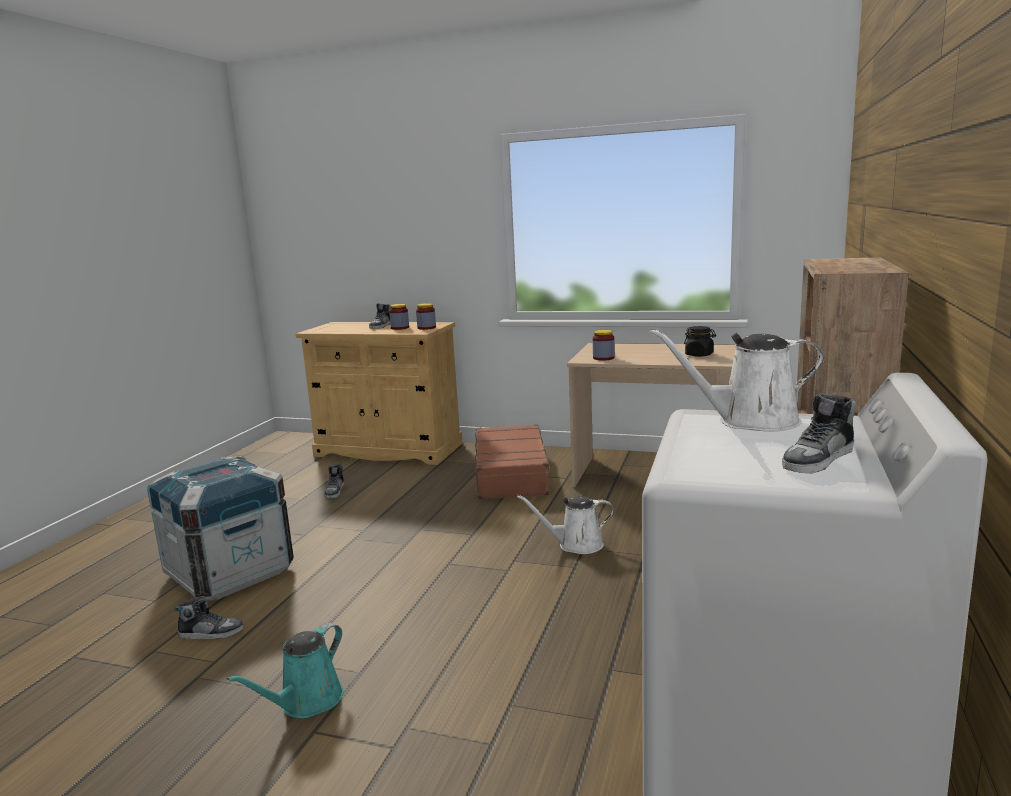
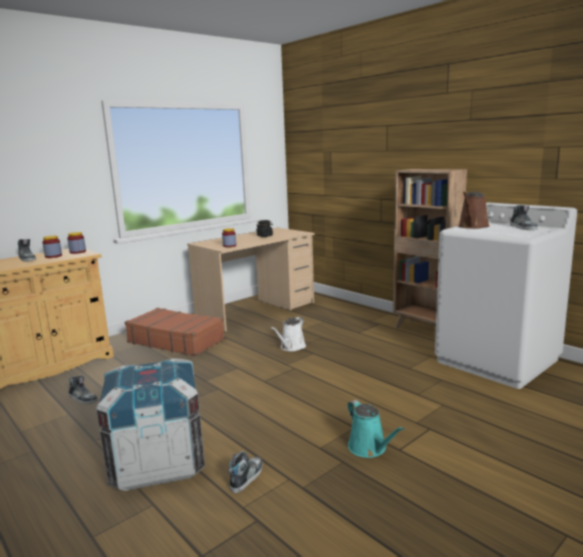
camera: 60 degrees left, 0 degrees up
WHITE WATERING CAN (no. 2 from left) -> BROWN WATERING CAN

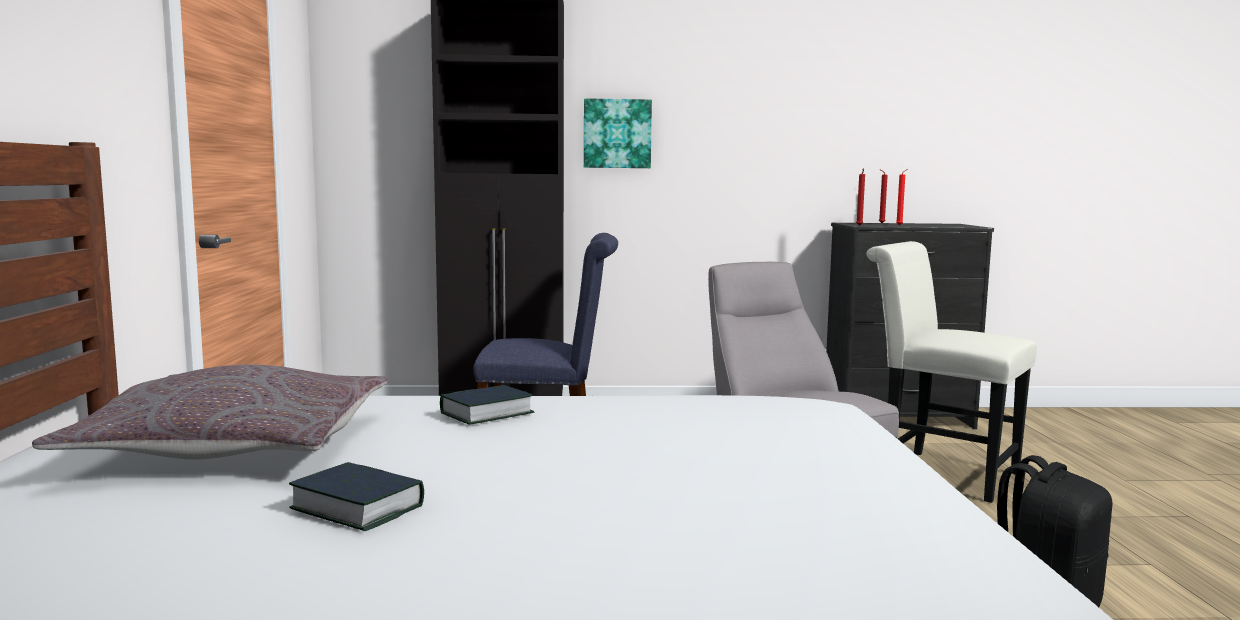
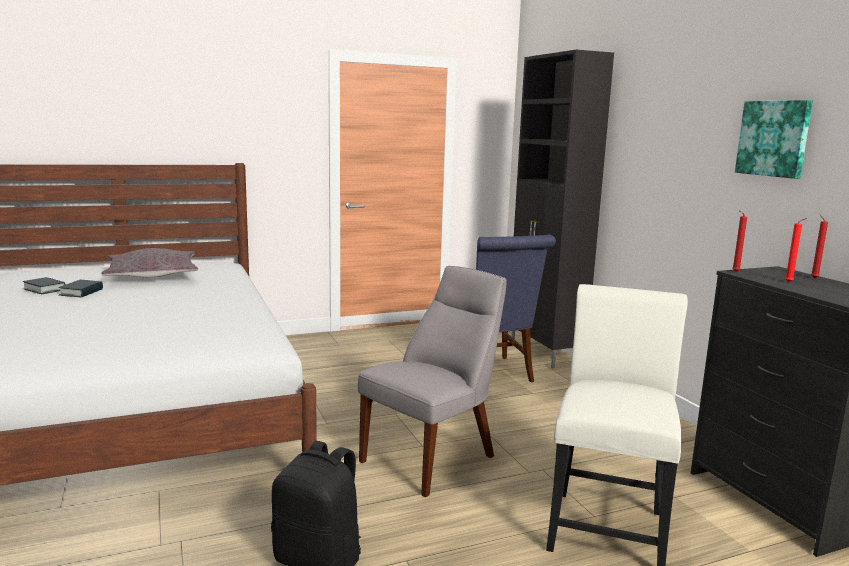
camera: 70 degrees right, 5 degrees up
BOOK (no. 2 from left in the first image) -> BOOK (no. 1 from left), shifted
PICTURE, shifted

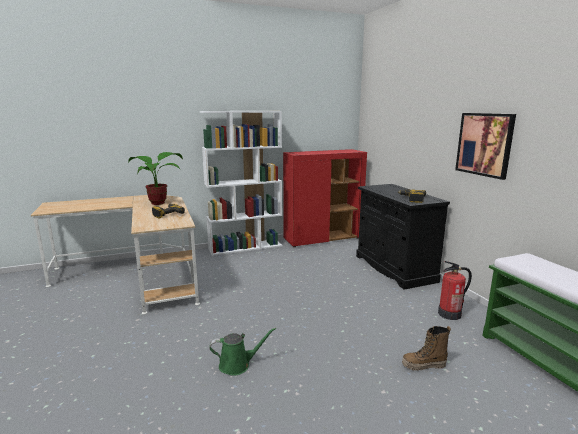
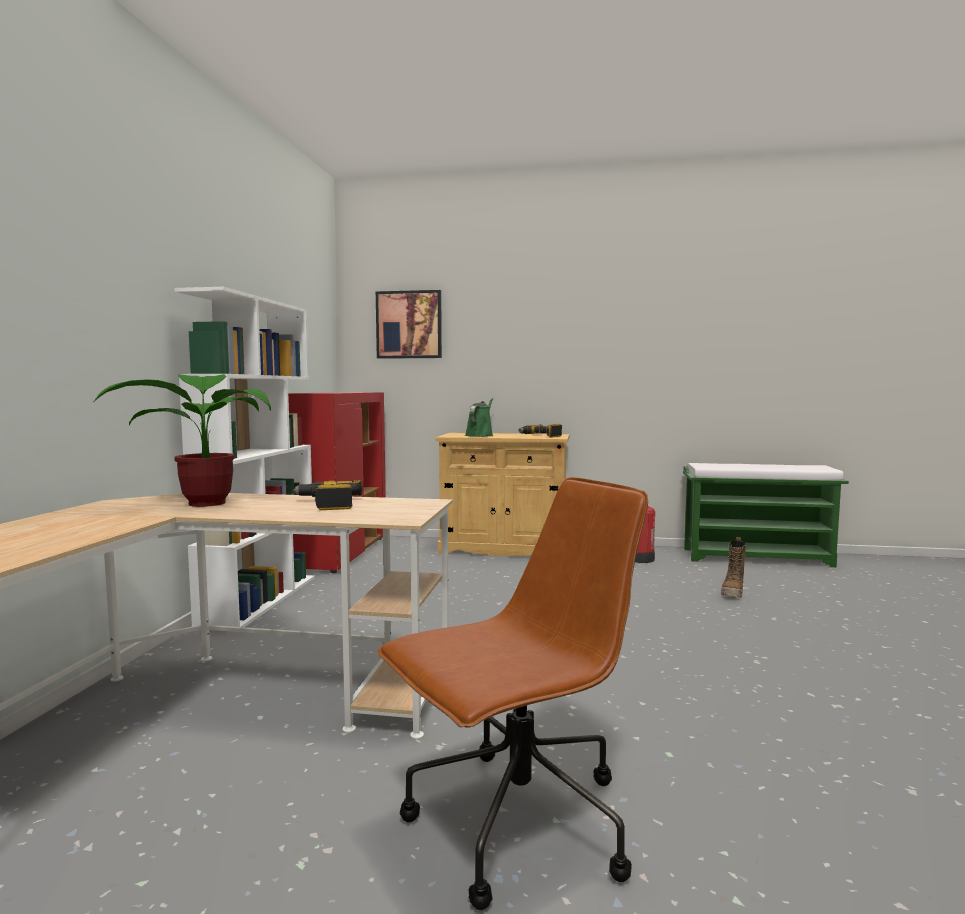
camera: 60 degrees left, 10 degrees down
none -> BROWN OFFICE CHAIR
GREEN WATERING CAN, shifted
PICTURE, shifted
BLACK CABINET -> BEIGE CABINET

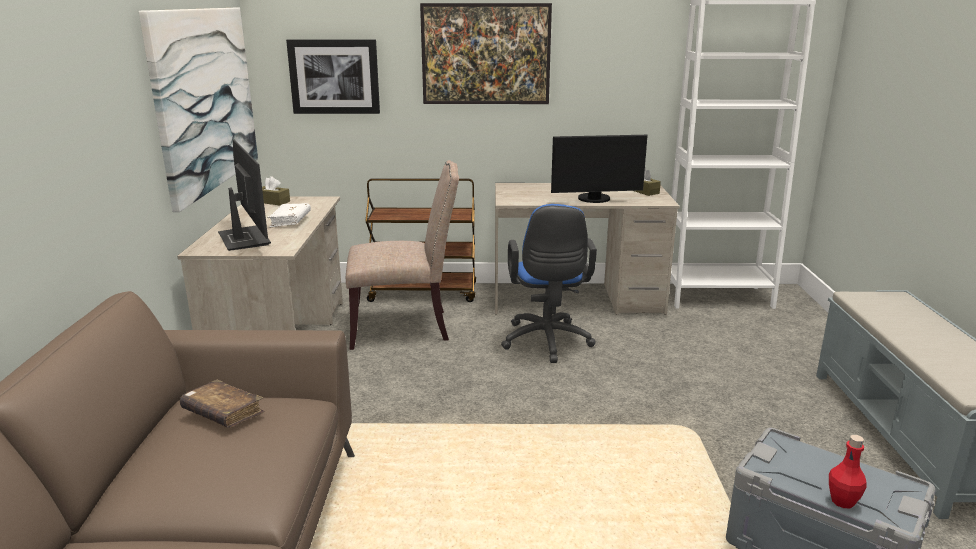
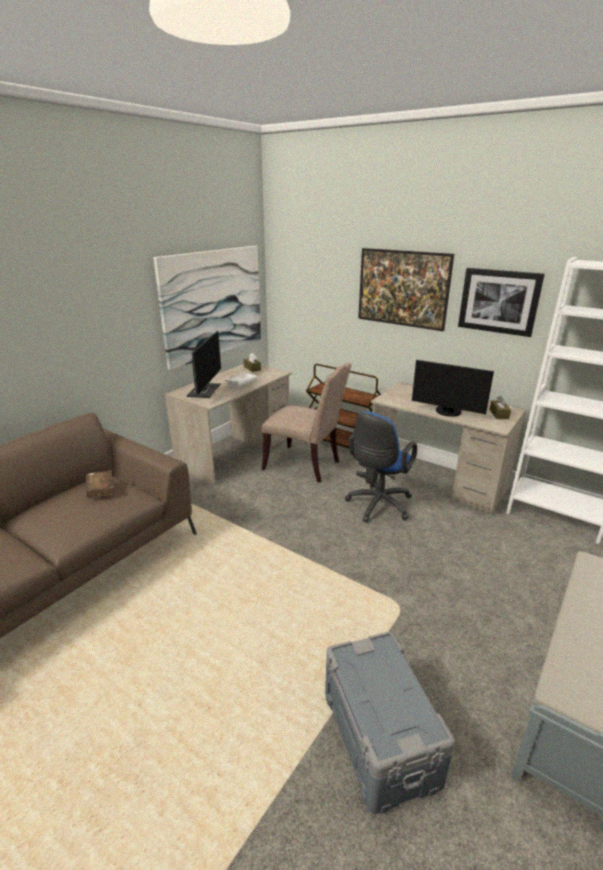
camera: 35 degrees right, 5 degrees up
RED BOTTLE -> none
PICTURE (no. 2 from left in the first image) -> PICTURE (no. 3 from left), shifted

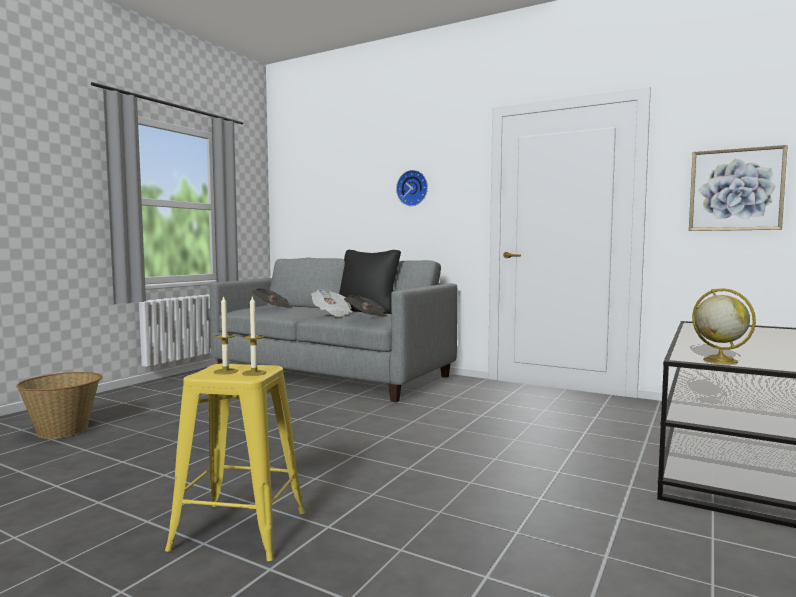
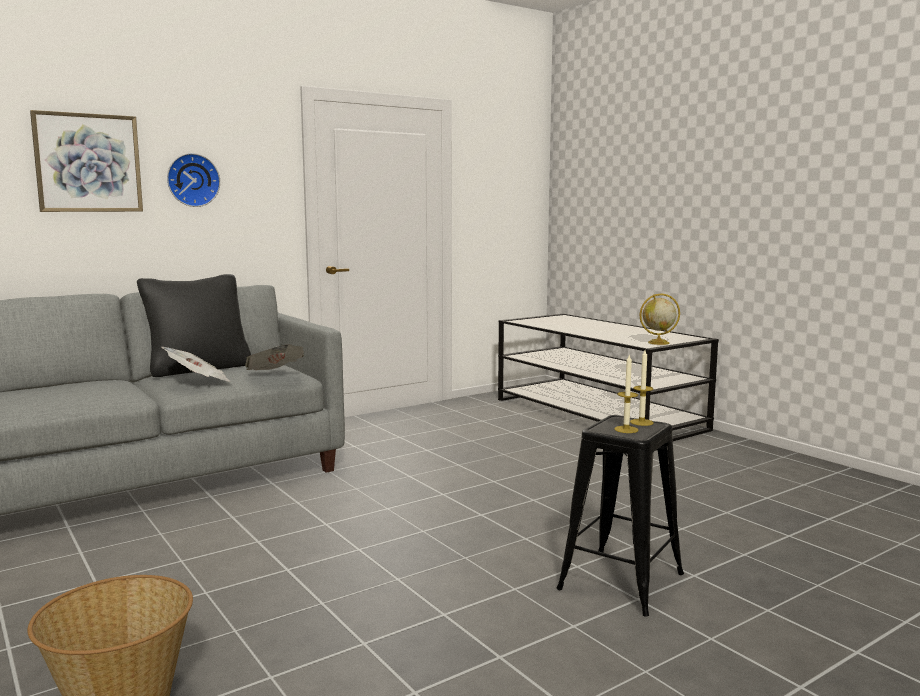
camera: 65 degrees left, 5 degrees up
NEWSPAPER (no. 1 from left) -> none
PICTURE, shifted
YELLOW STOOL -> BLACK STOOL

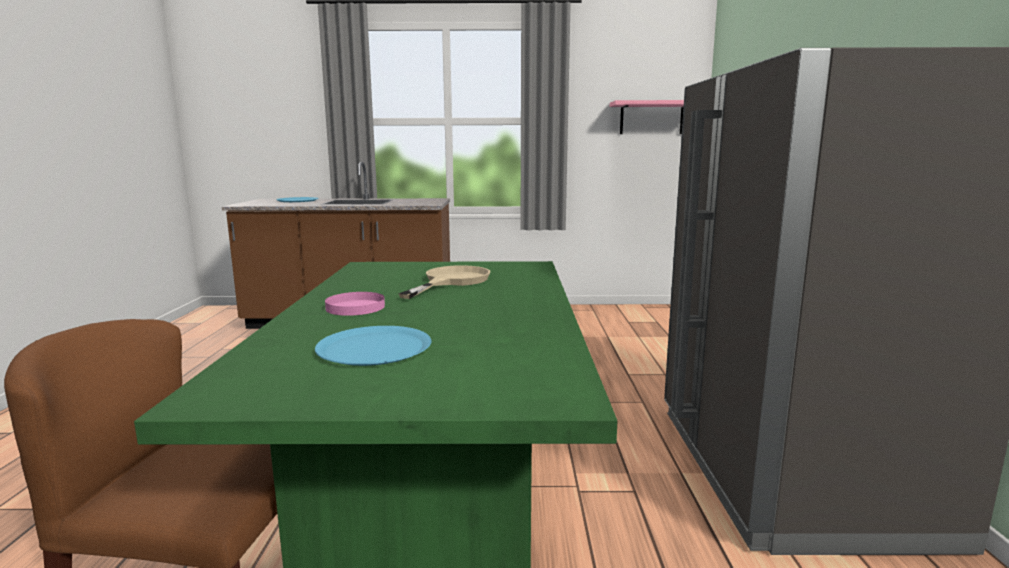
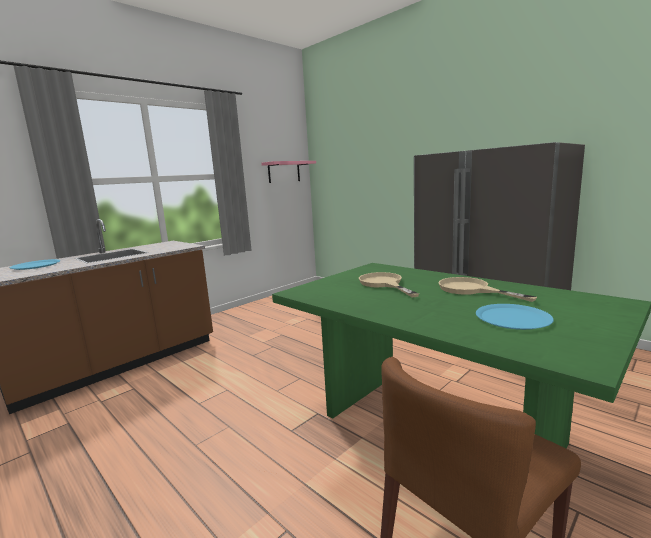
camera: 45 degrees left, 0 degrees up
PINK PLATE -> none
none -> BEIGE FRYING PAN (no. 2 from left)

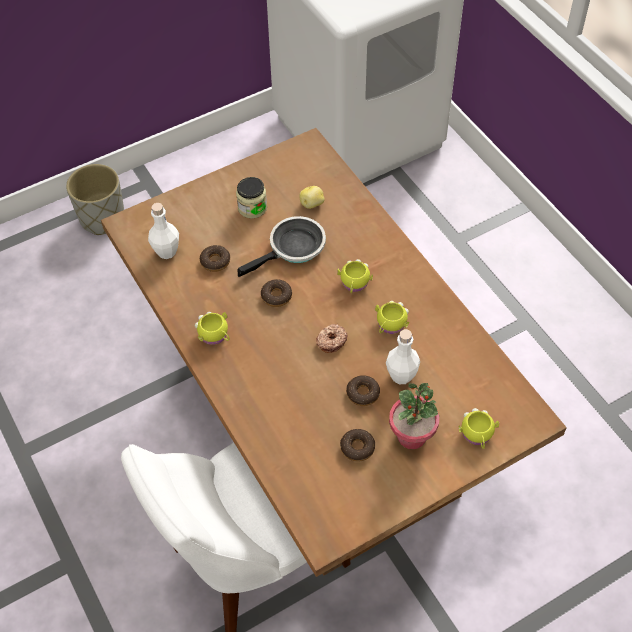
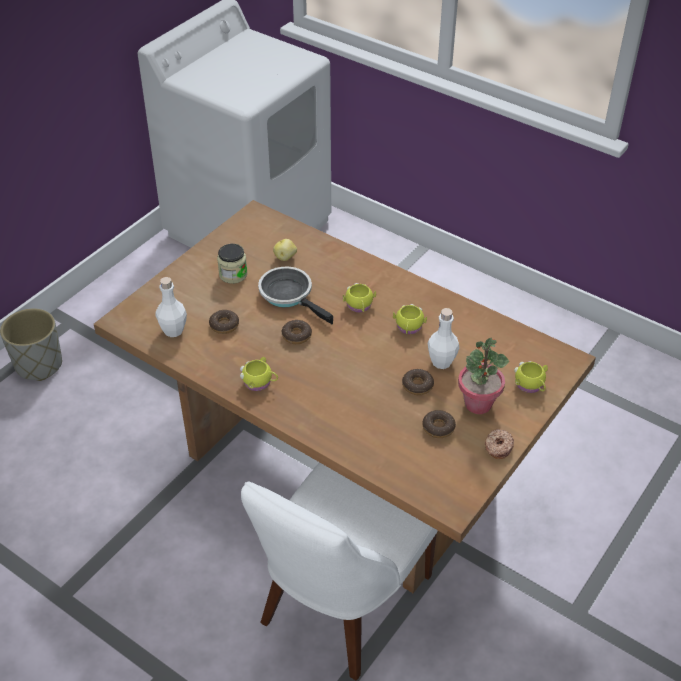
camera: 25 degrees left, 10 degrees down
DONUT (no. 3 from left in the first image) -> DONUT (no. 5 from left), shifted
FRYING PAN, 75 degrees counterclockwise

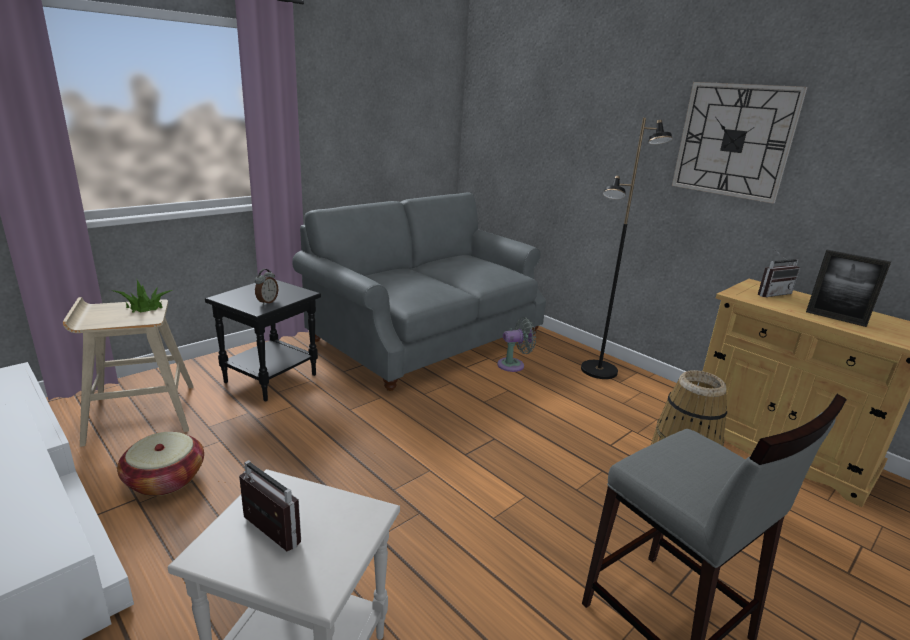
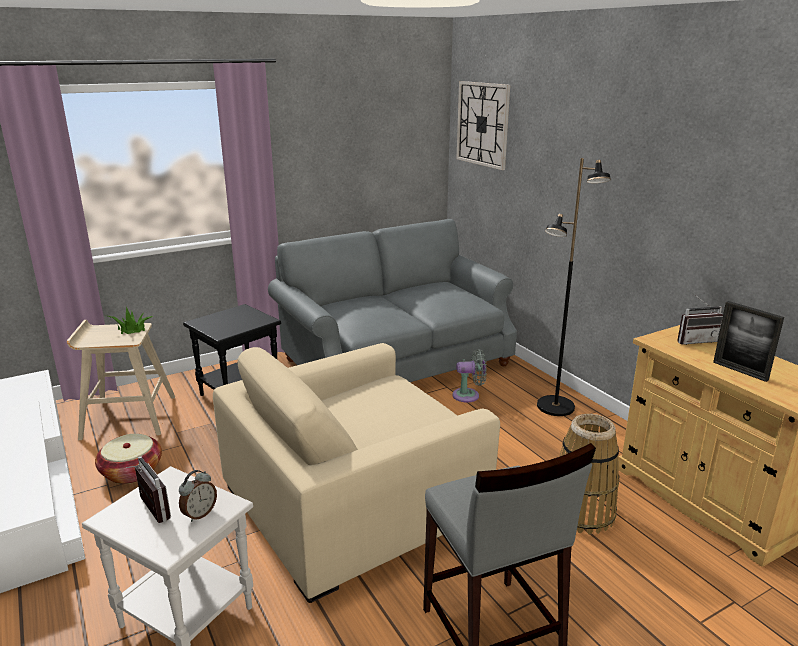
camera: 15 degrees right, 0 degrees up
none -> BEIGE ARMCHAIR
ALARM CLOCK, shifted
WALL CLOCK, shifted

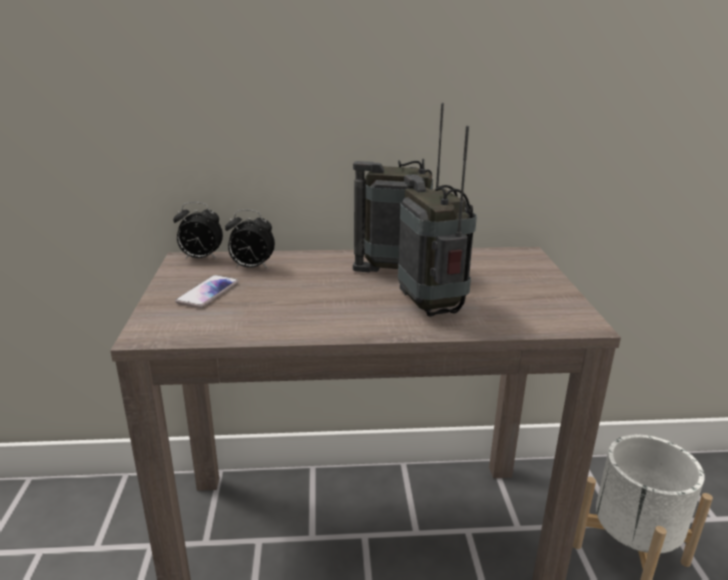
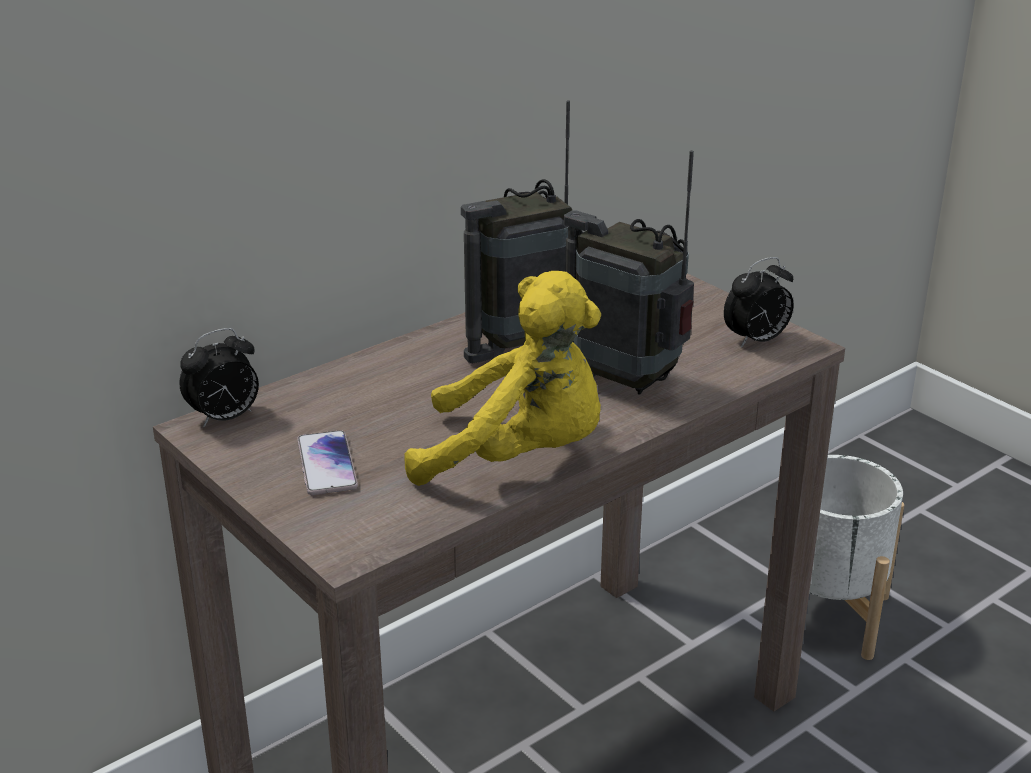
camera: 35 degrees left, 5 degrees up
none -> YELLOW PLUSH TOY
ALARM CLOCK (no. 2 from left), shifted

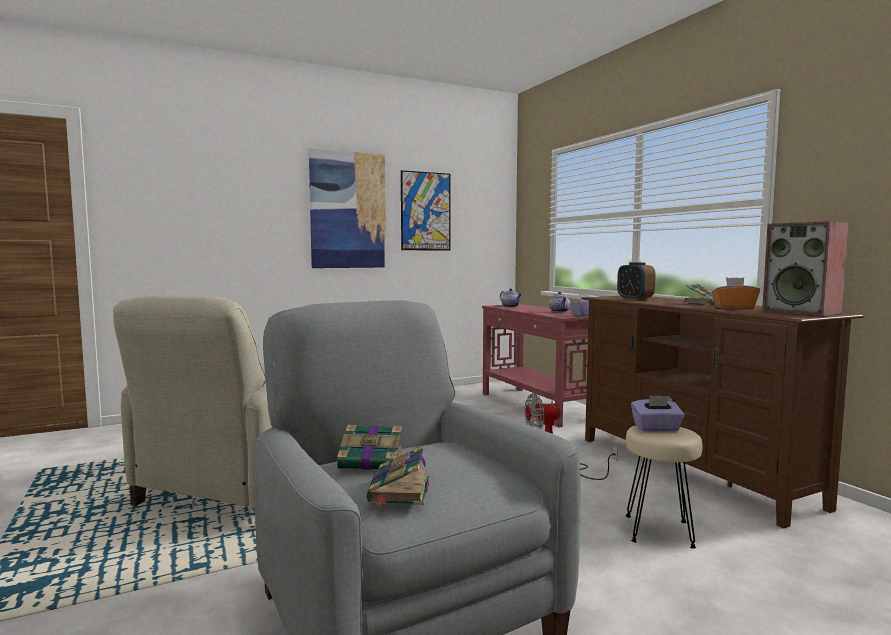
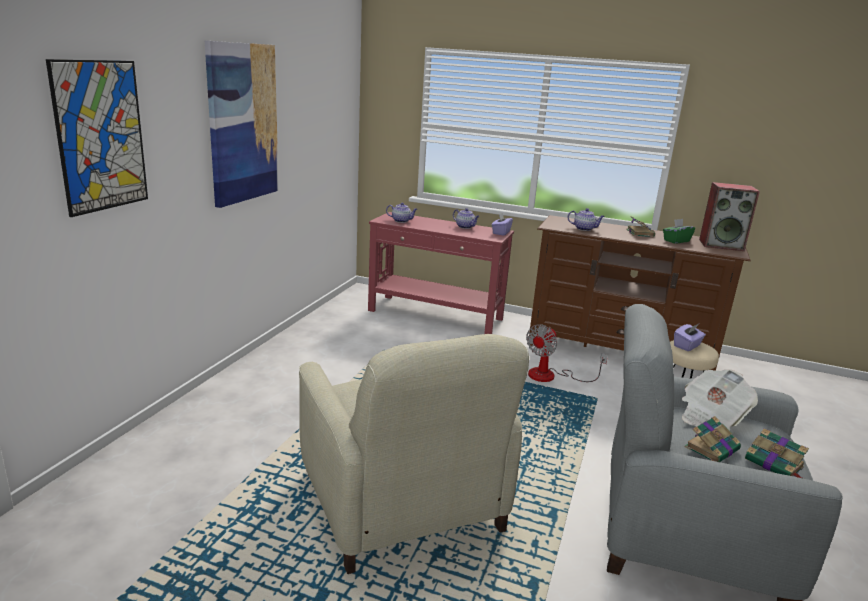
camera: 45 degrees left, 15 degrees up
none -> NEWSPAPER
PICTURE (no. 2 from left in the first image) -> PICTURE (no. 1 from left), shifted
ALARM CLOCK -> TEAPOT (no. 3 from left)
ORANGE TISSUE BOX -> GREEN TISSUE BOX

